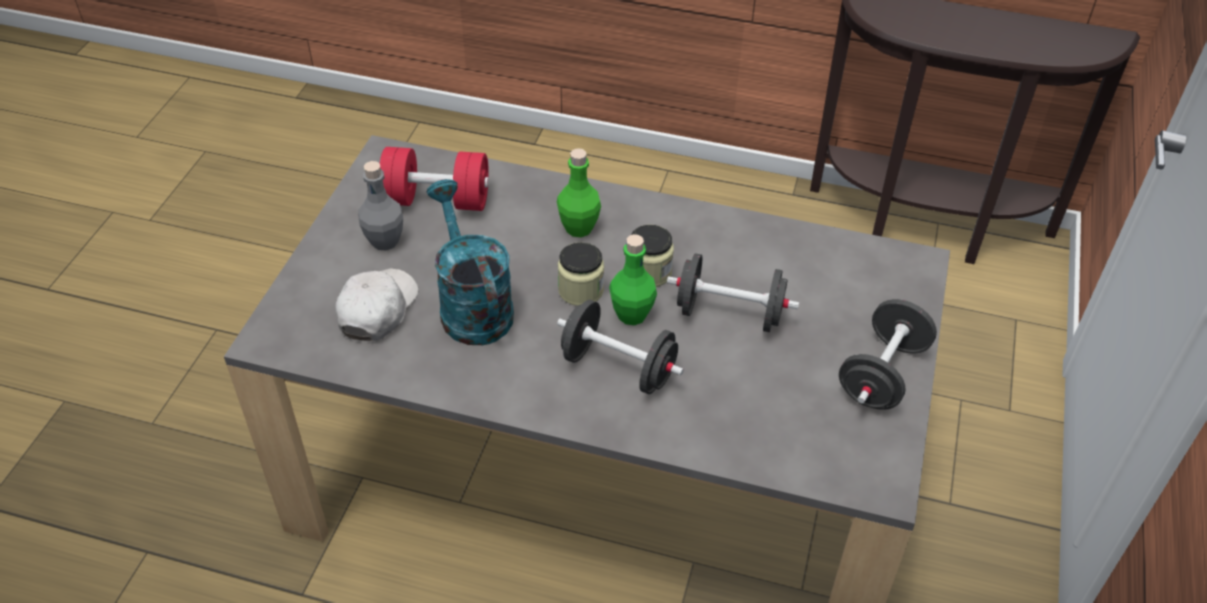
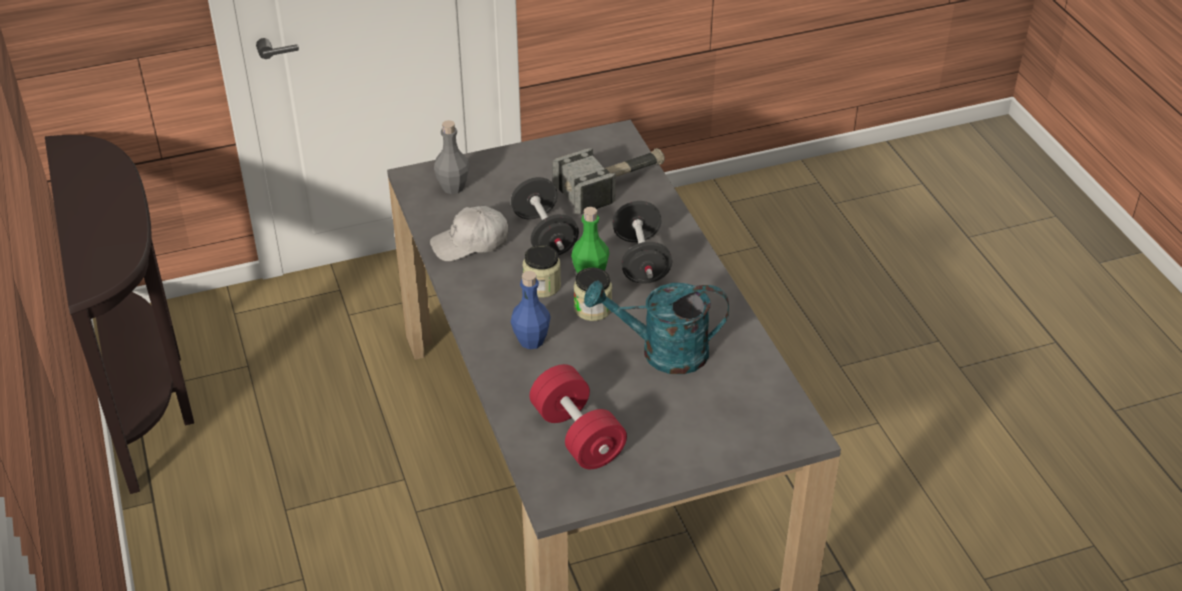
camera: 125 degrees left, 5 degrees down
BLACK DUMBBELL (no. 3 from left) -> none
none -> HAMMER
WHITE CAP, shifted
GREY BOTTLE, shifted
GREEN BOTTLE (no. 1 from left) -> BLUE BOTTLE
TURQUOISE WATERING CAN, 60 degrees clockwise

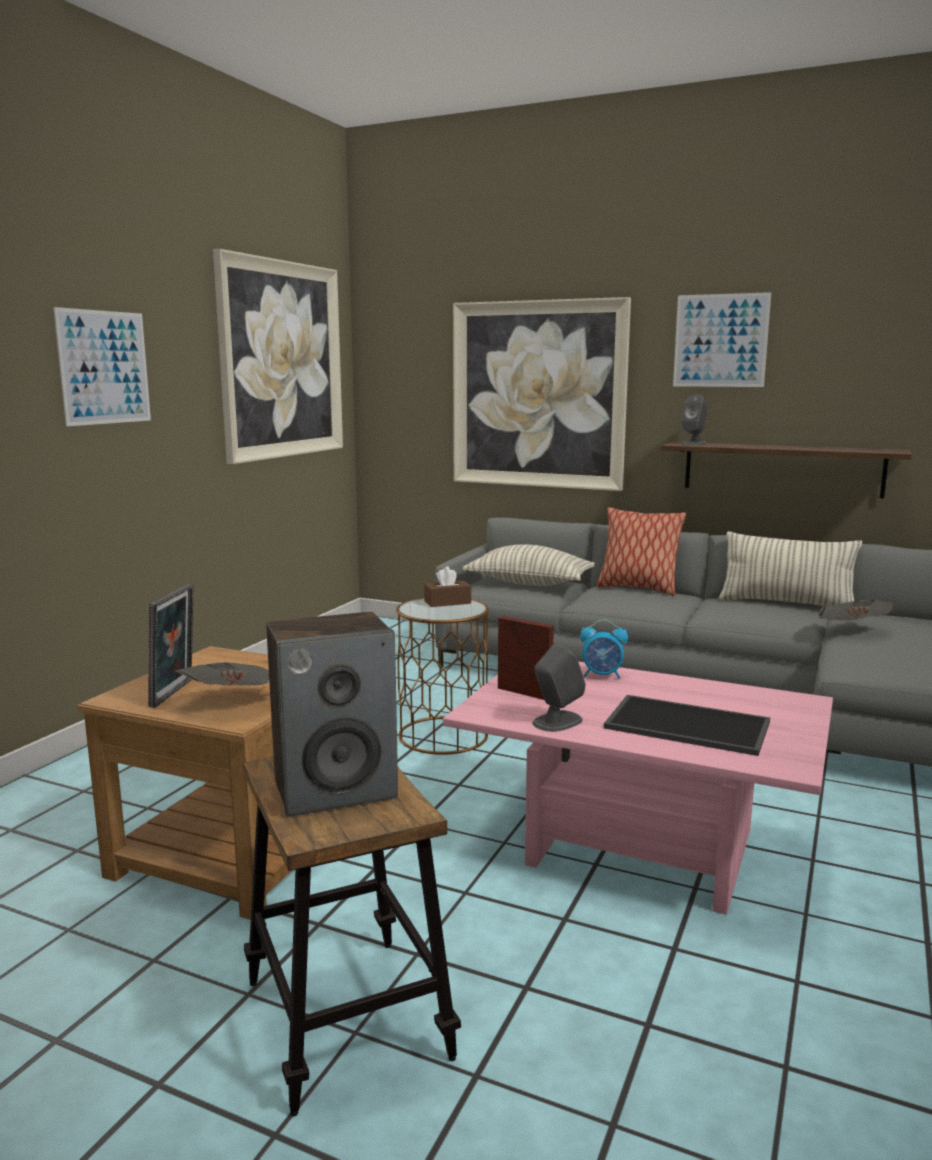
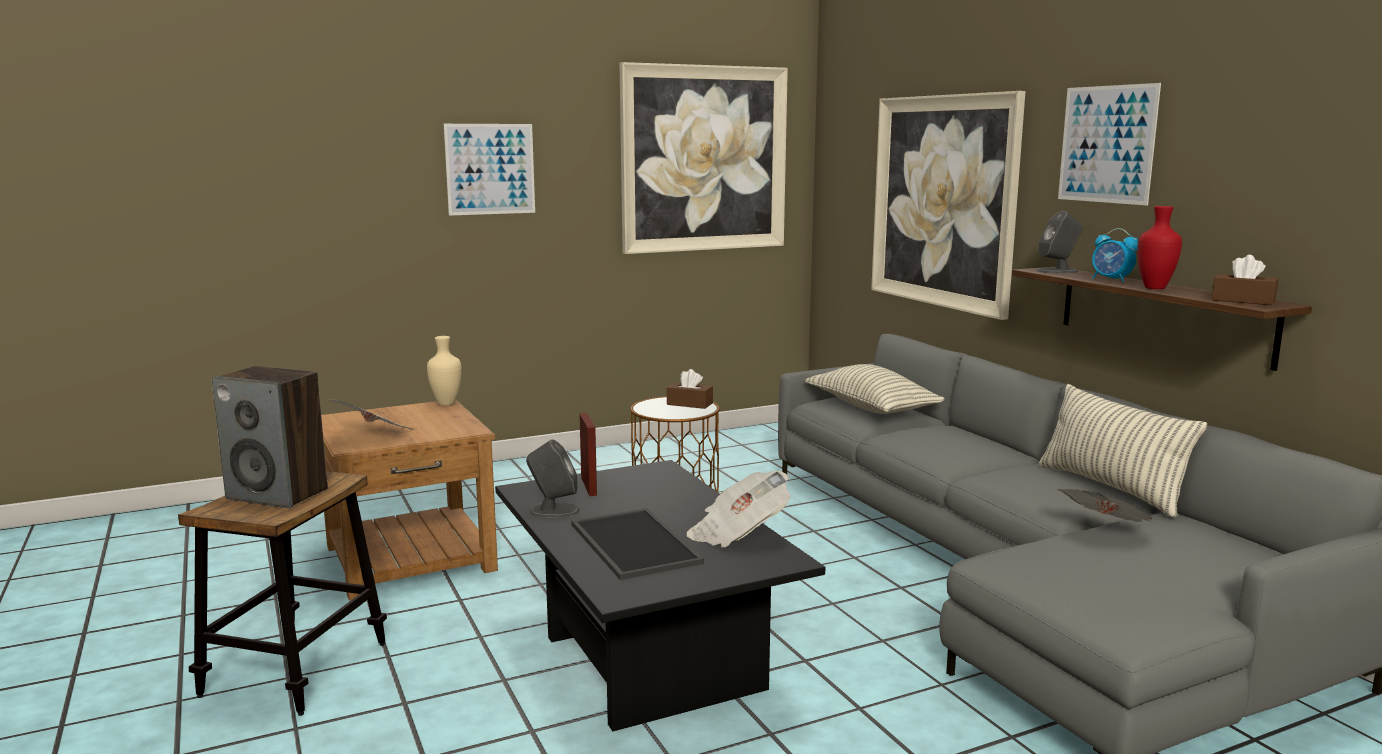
camera: 40 degrees right, 0 degrees up
PICTURE FRAME (no. 1 from left) -> none
PILLOW (no. 2 from left) -> none
none -> BEIGE VASE
none -> NEWSPAPER (no. 2 from left)
none -> RED VASE
none -> BROWN TISSUE BOX (no. 2 from left)
ALARM CLOCK, shifted
PINK COFFEE TABLE -> BLACK COFFEE TABLE

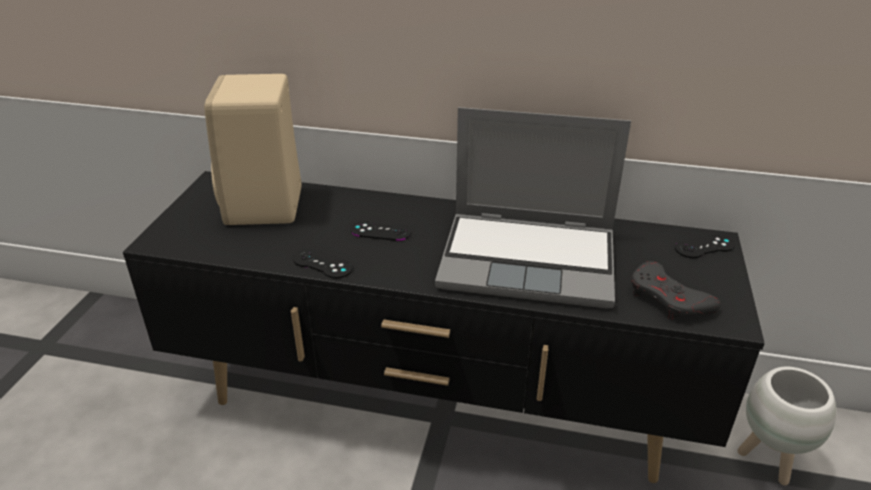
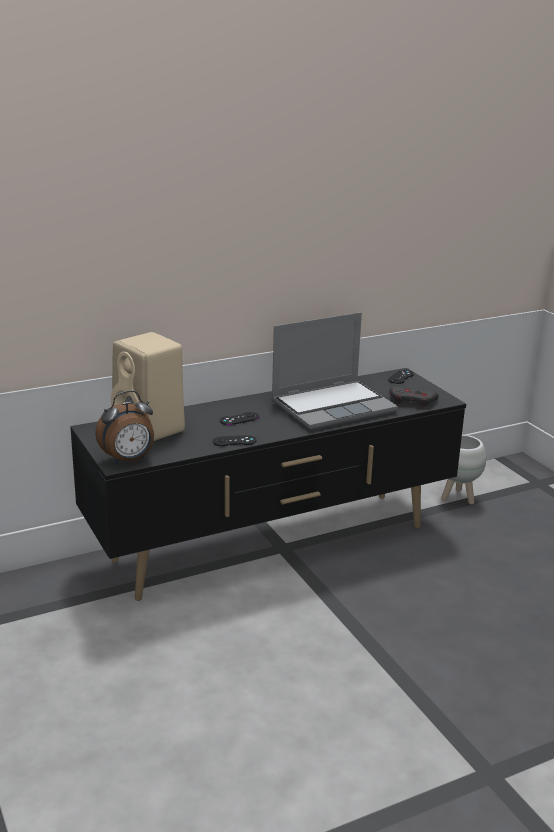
camera: 40 degrees left, 10 degrees down
none -> ALARM CLOCK

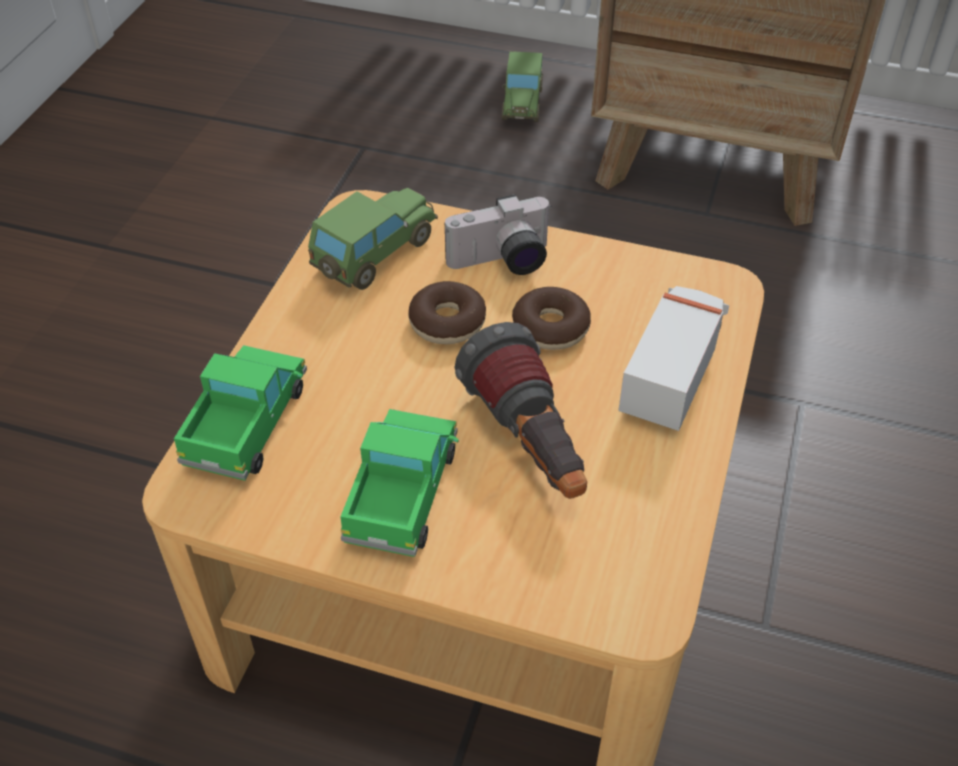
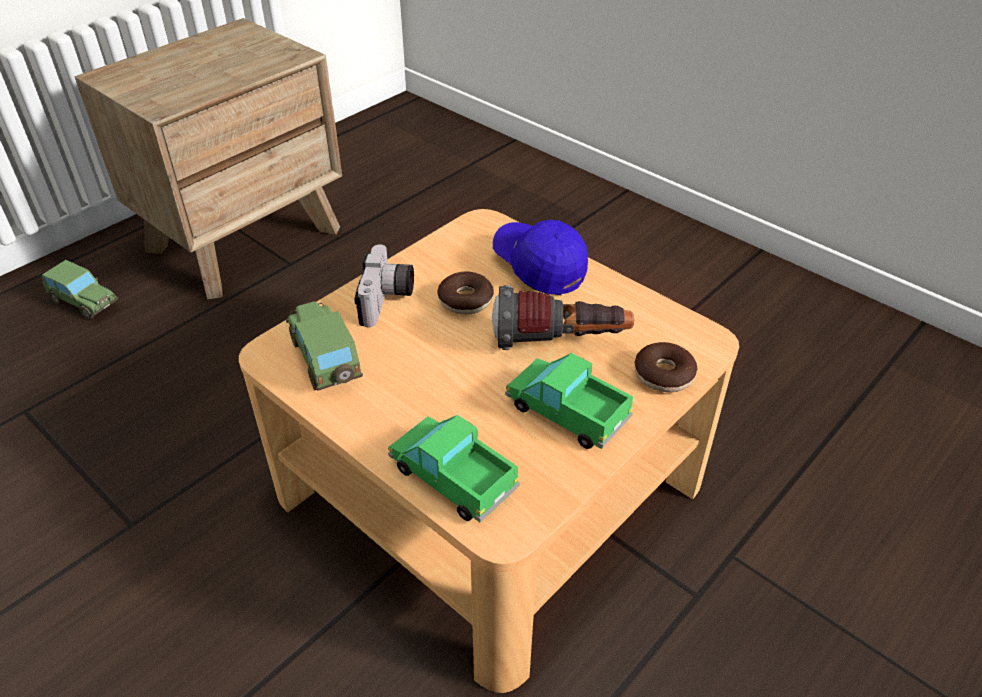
camera: 65 degrees left, 5 degrees down
DONUT (no. 1 from left in the first image) -> DONUT (no. 2 from left), shifted
TOY TRUCK (no. 3 from left) -> BLUE CAP

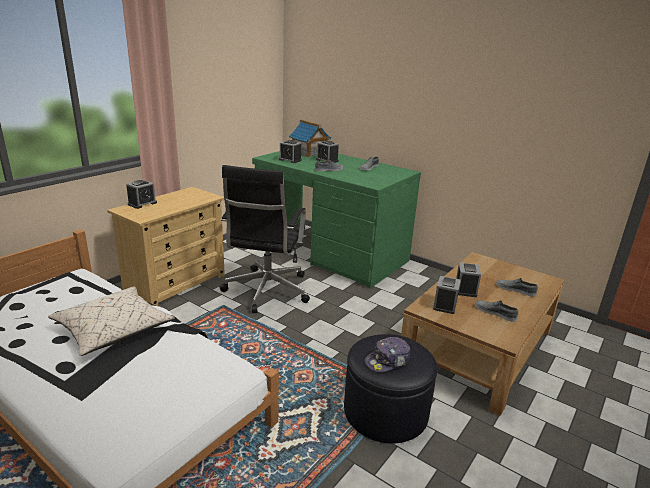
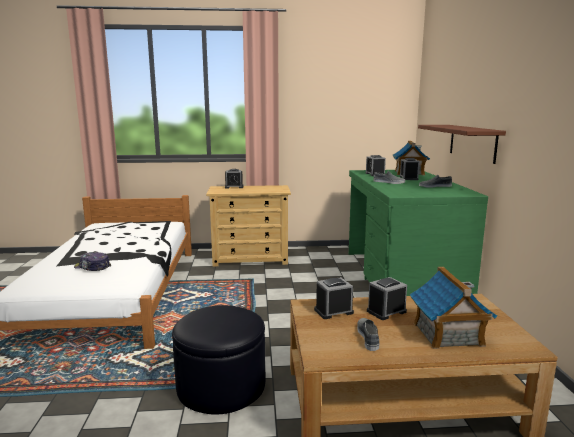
camera: 50 degrees right, 10 degrees down
BEIGE PILLOW -> none
BLACK OFFICE CHAIR -> none
none -> BROWN SHELF
CAP, shifted
GREY SHOE (no. 4 from left) -> TOY HOUSE (no. 2 from left)

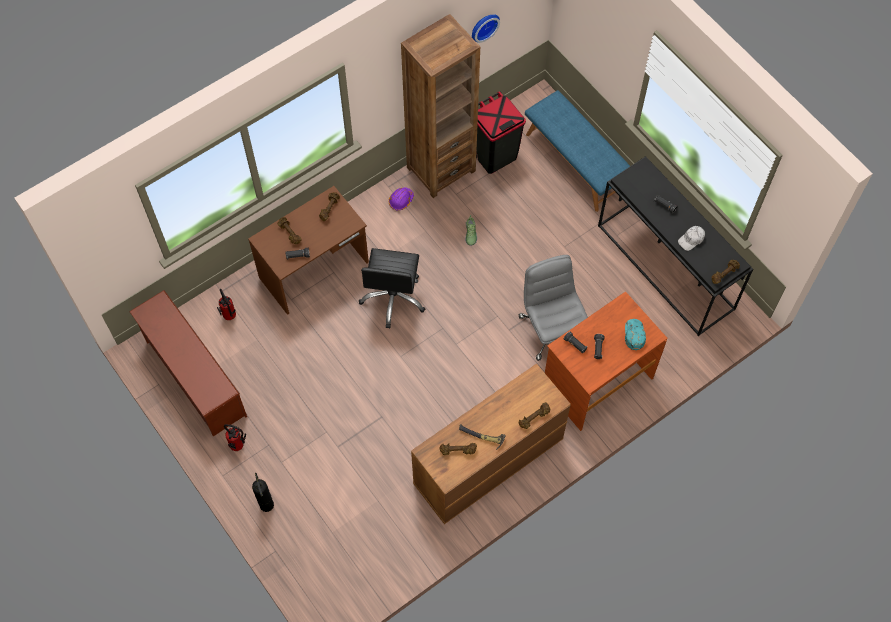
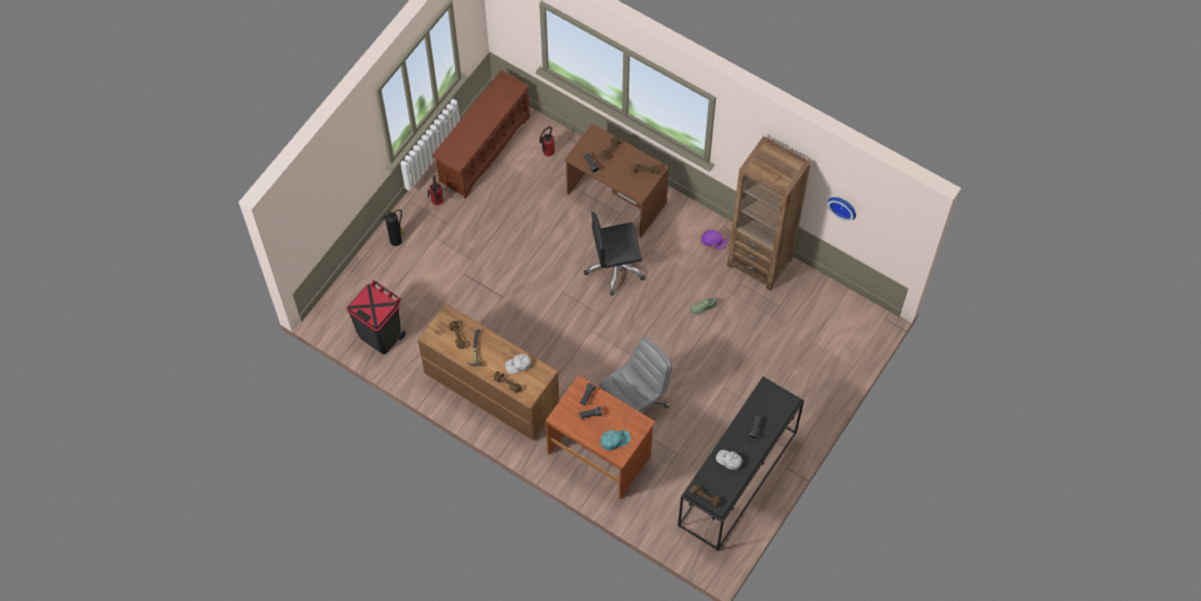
camera: 70 degrees right, 0 degrees up
BLUE BENCH -> none
none -> WHITE CAP (no. 1 from left)
BLACK TRASH CAN, shifted

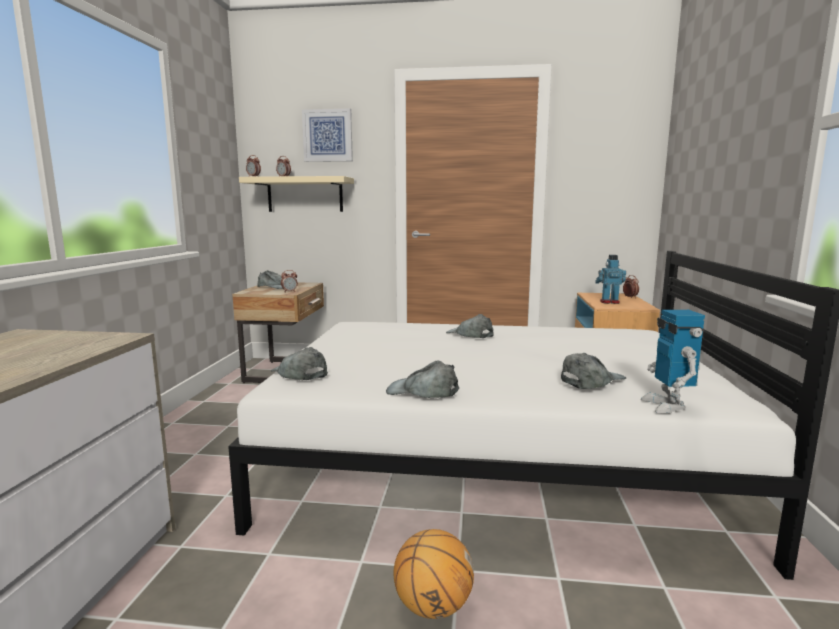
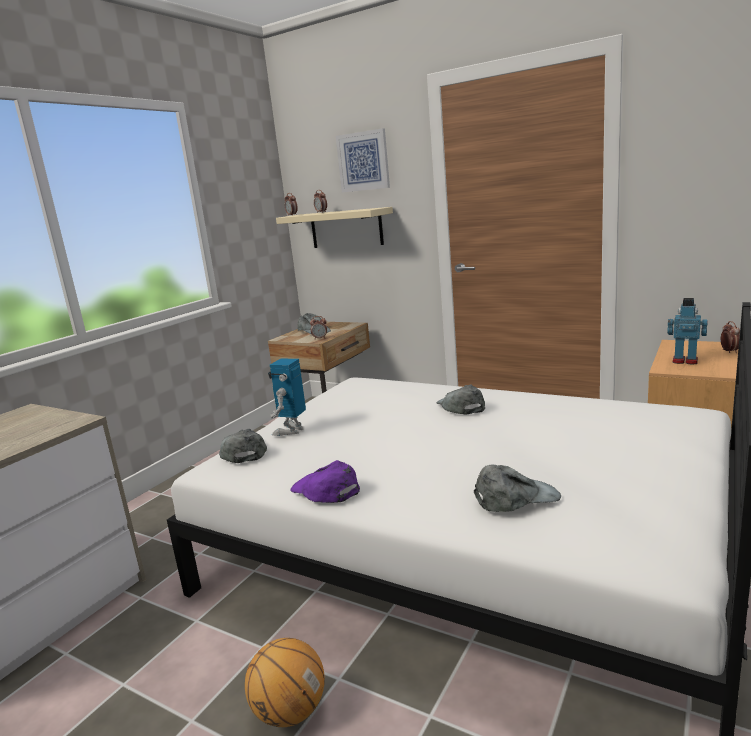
camera: 25 degrees right, 5 degrees up
TOY ROBOT (no. 2 from left in the first image) -> TOY ROBOT (no. 1 from left), shifted
GREY CAP (no. 3 from left) -> PURPLE CAP

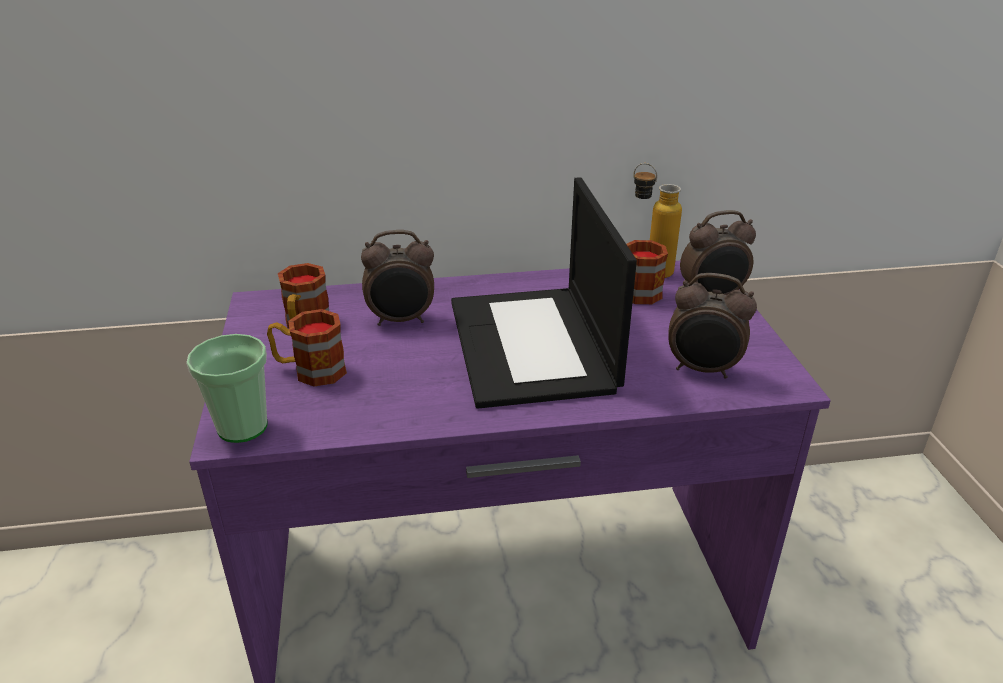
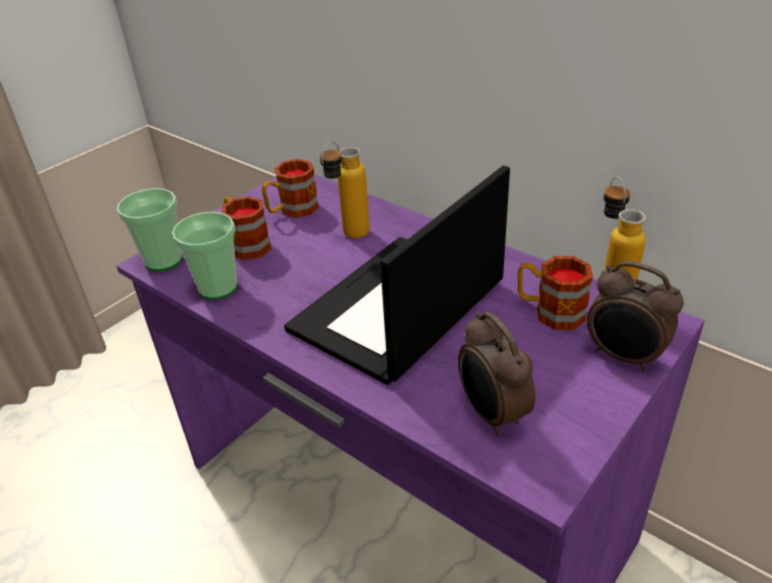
camera: 50 degrees right, 5 degrees up
none -> CUP (no. 2 from left)
ALARM CLOCK (no. 1 from left) -> BOTTLE (no. 1 from left)

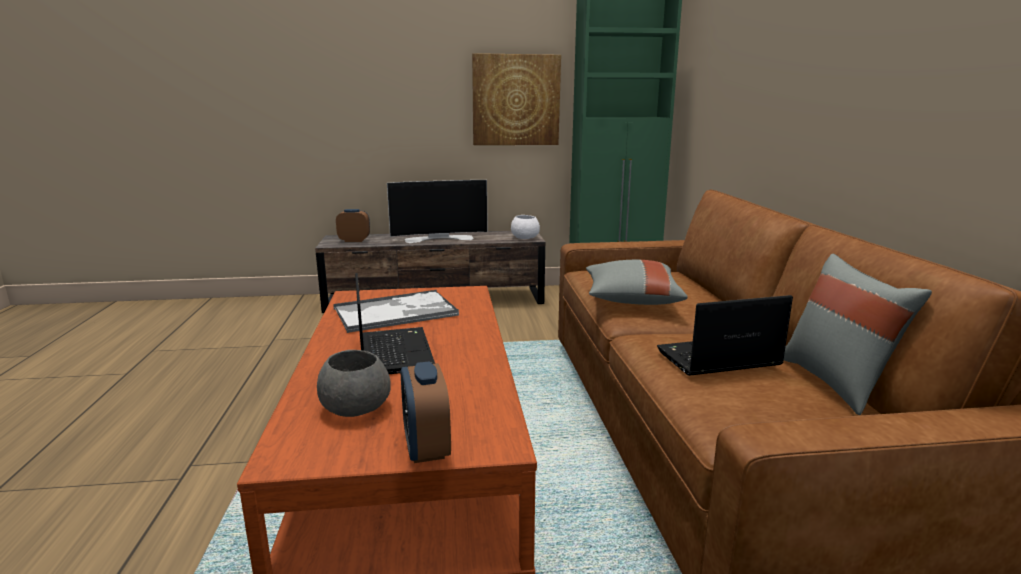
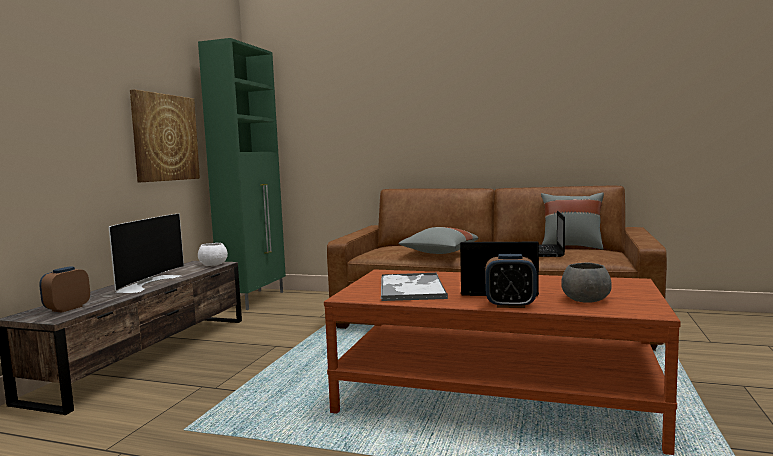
camera: 65 degrees left, 10 degrees down
ALARM CLOCK (no. 2 from left), shifted

